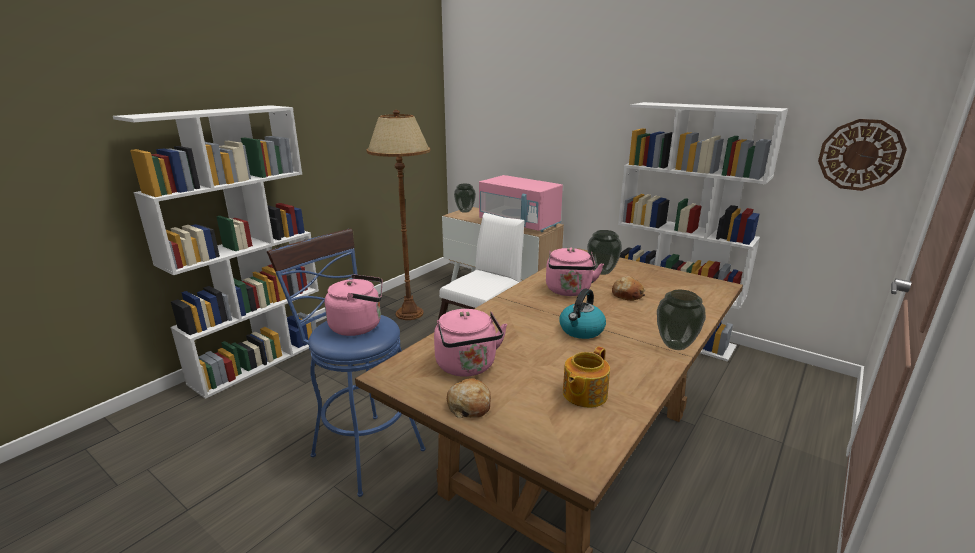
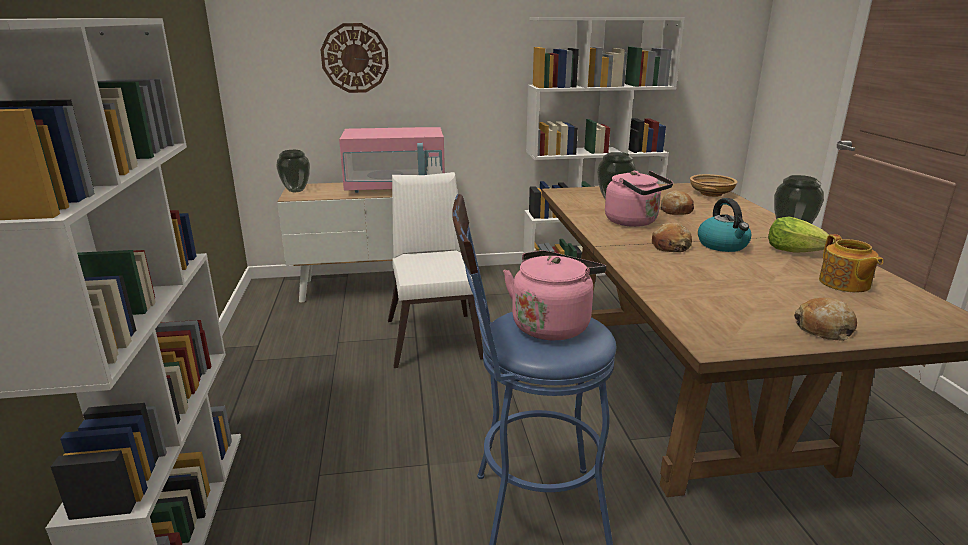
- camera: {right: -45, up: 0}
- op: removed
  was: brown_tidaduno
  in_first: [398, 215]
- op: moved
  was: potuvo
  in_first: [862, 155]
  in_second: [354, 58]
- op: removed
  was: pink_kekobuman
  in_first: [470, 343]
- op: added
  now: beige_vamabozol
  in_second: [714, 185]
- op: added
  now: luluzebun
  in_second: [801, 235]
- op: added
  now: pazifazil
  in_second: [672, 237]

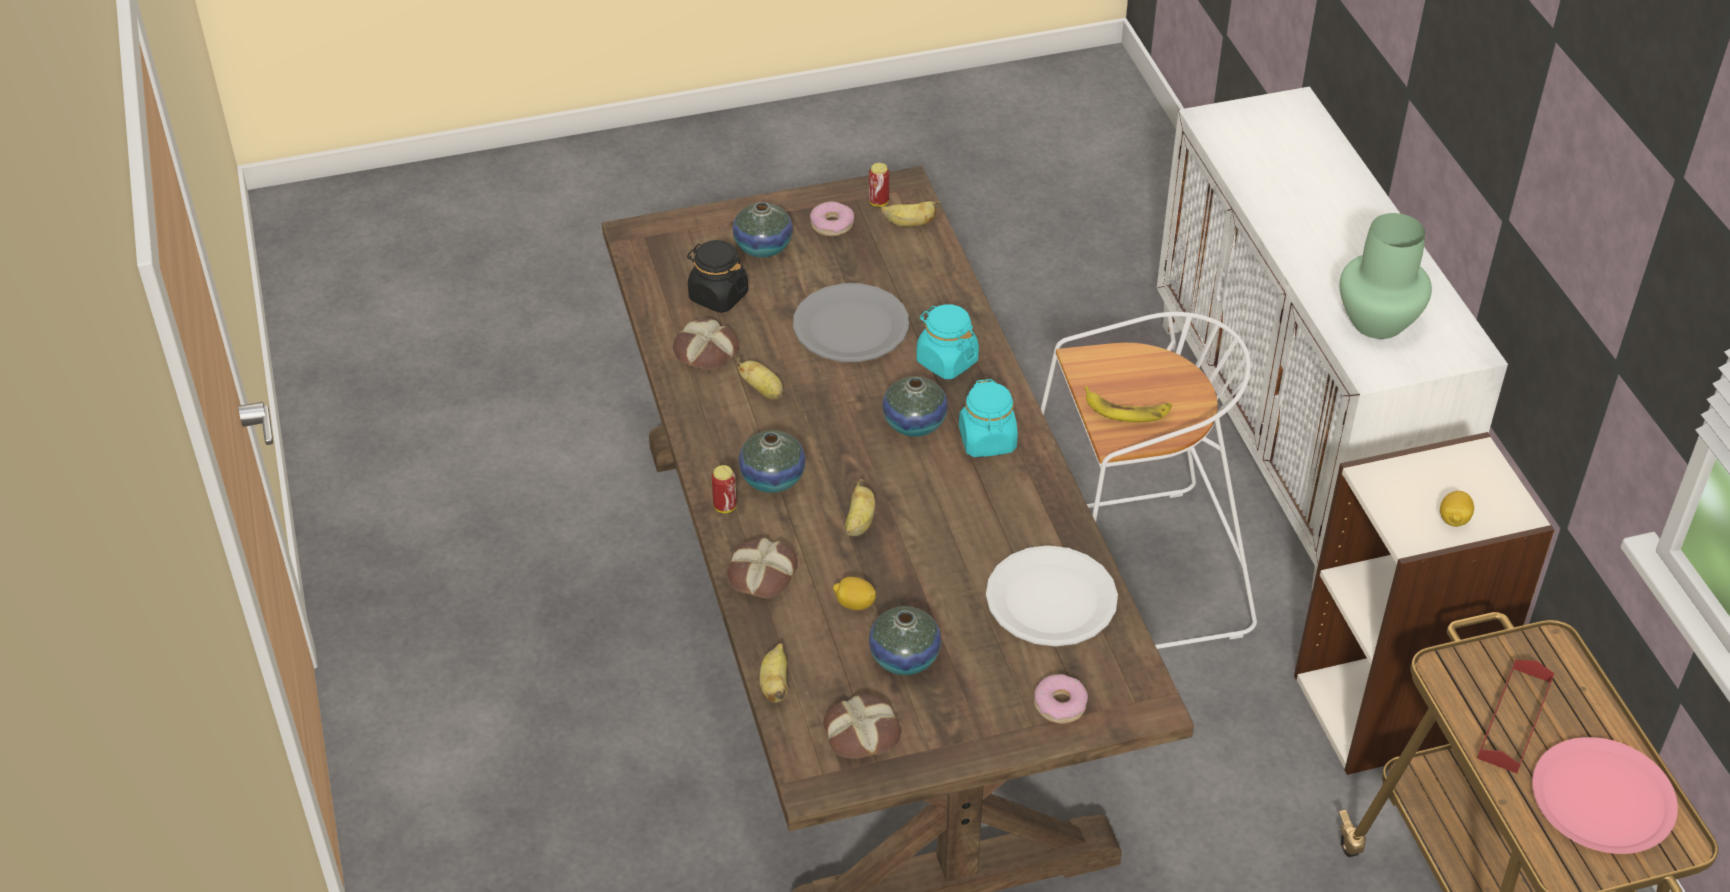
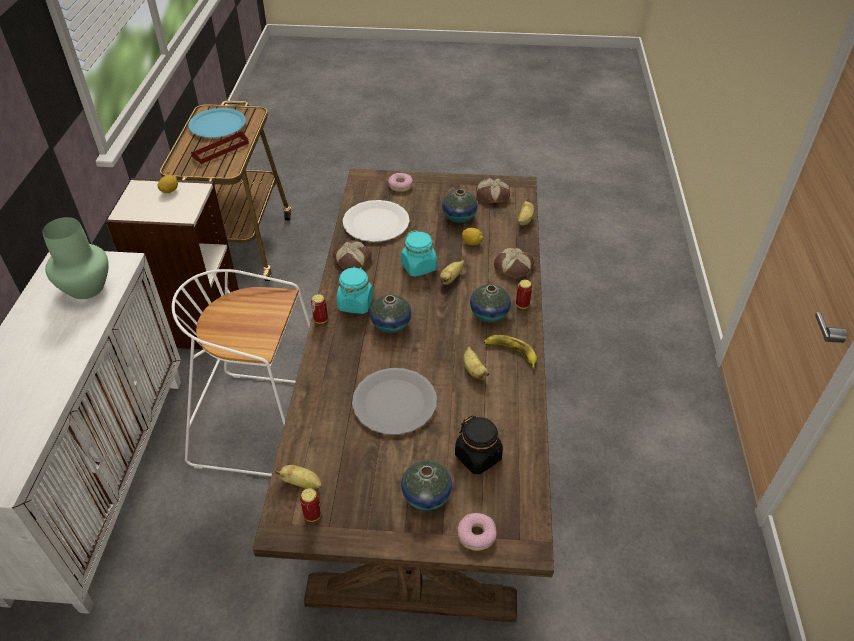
- camera: {right: -160, up: 0}
- op: moved
  was: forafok
  in_first: [832, 218]
  in_second: [477, 532]
- op: moved
  was: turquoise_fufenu
  in_first: [947, 341]
  in_second: [419, 253]
- op: moved
  was: pazifazil
  in_first: [706, 344]
  in_second: [352, 255]
- op: moved
  was: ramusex
  in_first: [1128, 404]
  in_second: [510, 352]
- op: recoloured
  was: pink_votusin
  now: blue_votusin
  in_first: [1605, 795]
  in_second: [217, 123]
- op: added
  now: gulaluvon
  in_second: [319, 309]

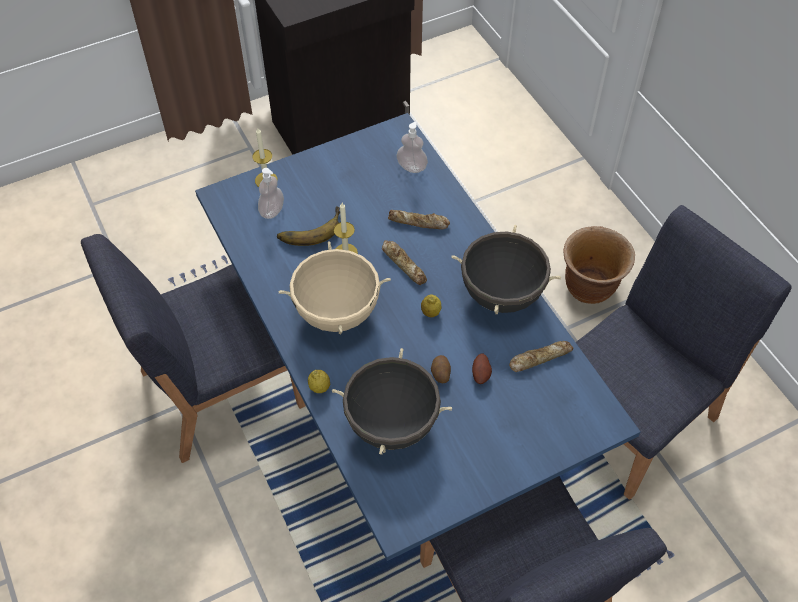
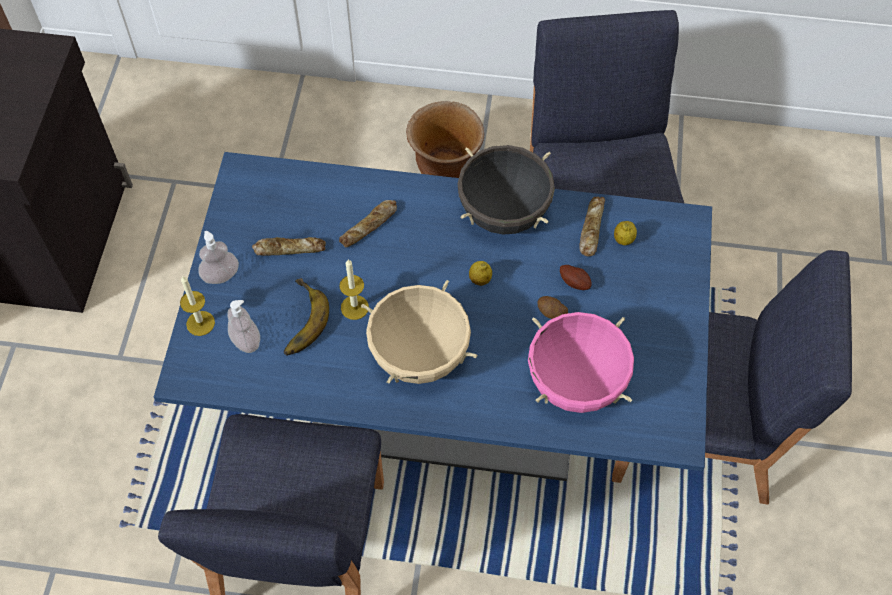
- camera: {right: -55, up: 5}
- op: moved
  was: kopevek
  in_first: [412, 147]
  in_second: [218, 257]
- op: moved
  was: pazifazil
  in_first: [404, 262]
  in_second: [289, 246]
- op: recoloured
  was: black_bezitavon
  now: pink_bezitavon
  in_first: [392, 401]
  in_second: [581, 362]
- op: moved
  was: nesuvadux
  in_first: [319, 381]
  in_second: [625, 233]

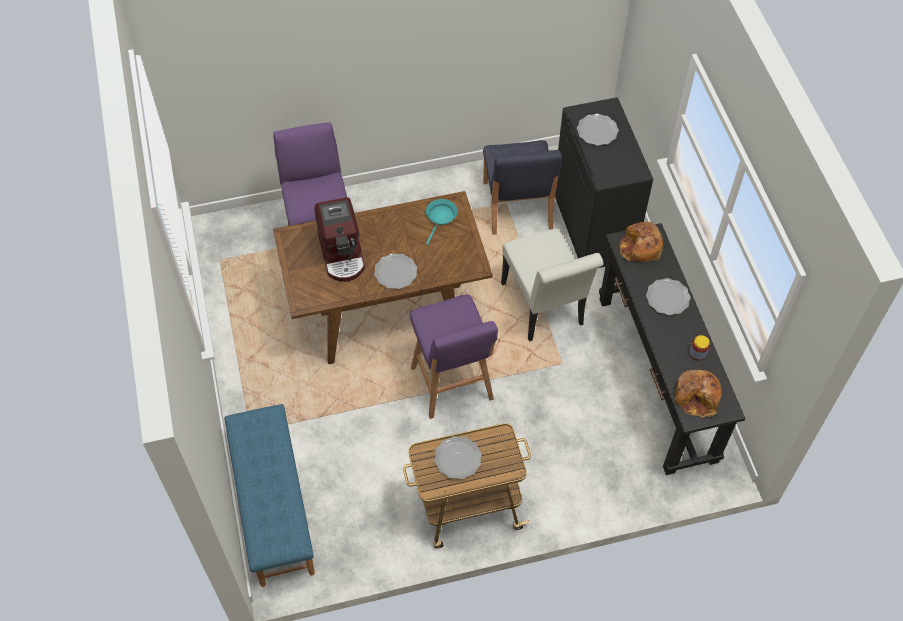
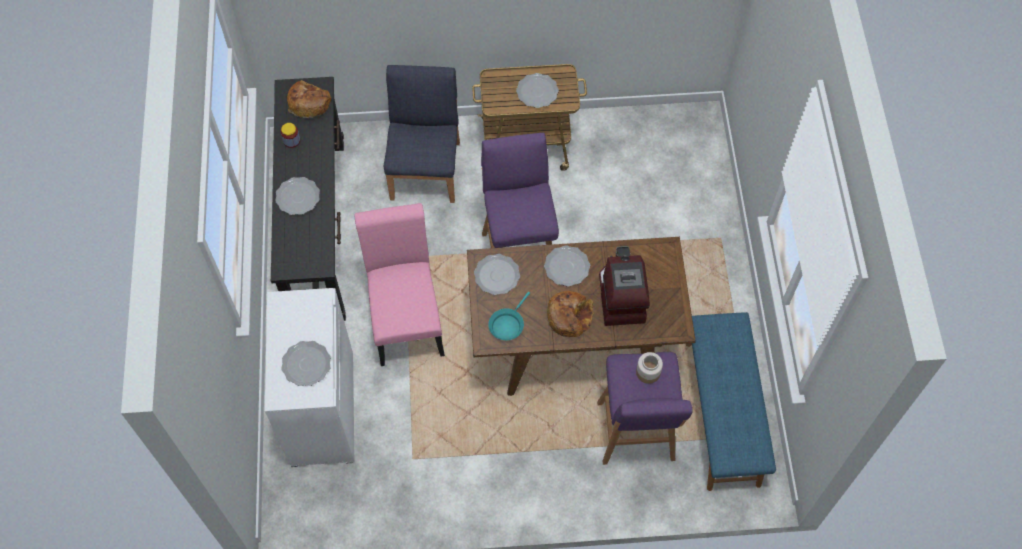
- camera: {right: -170, up: 5}
- op: recoloured
  was: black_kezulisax
  now: white_kezulisax
  in_first: [604, 182]
  in_second: [309, 377]
- op: moved
  was: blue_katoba
  in_first: [522, 187]
  in_second: [422, 134]
- op: moved
  was: pazifazil
  in_first: [641, 241]
  in_second: [570, 314]
- op: recoloured
  was: white_katoba
  now: pink_katoba
  in_first: [552, 285]
  in_second: [400, 284]
- op: moved
  was: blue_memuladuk
  in_first: [269, 495]
  in_second: [731, 401]
- op: added
  now: votusin
  in_second: [497, 274]
- op: added
  now: fufenu
  in_second: [649, 368]

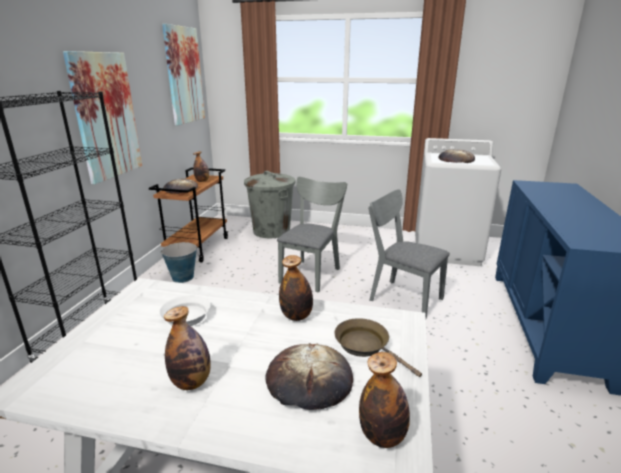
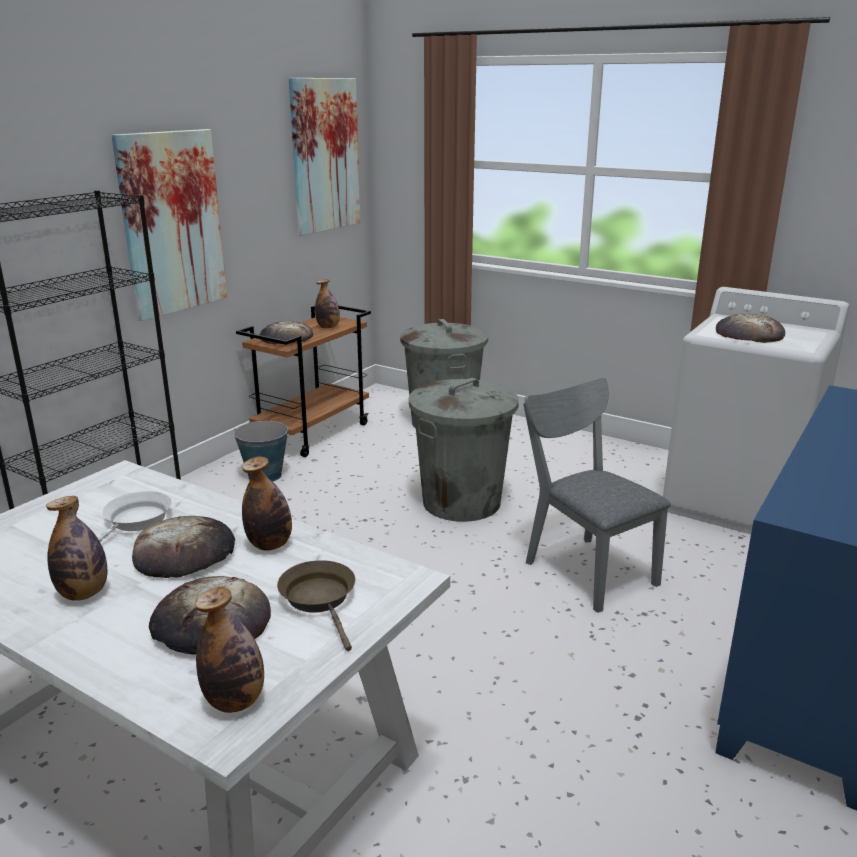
- camera: {right: 20, up: 0}
- op: replaced
  was: grey_katoba
  now: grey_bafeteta
  in_first: [312, 235]
  in_second: [464, 450]
- op: added
  now: pazifazil
  in_second: [183, 547]

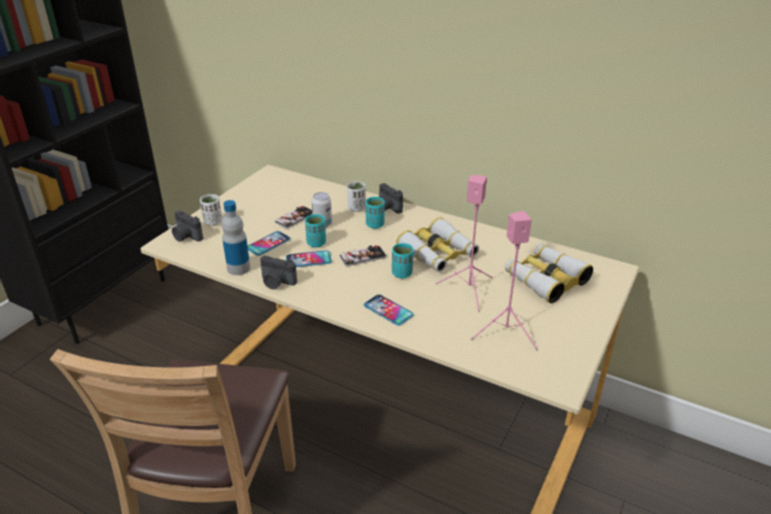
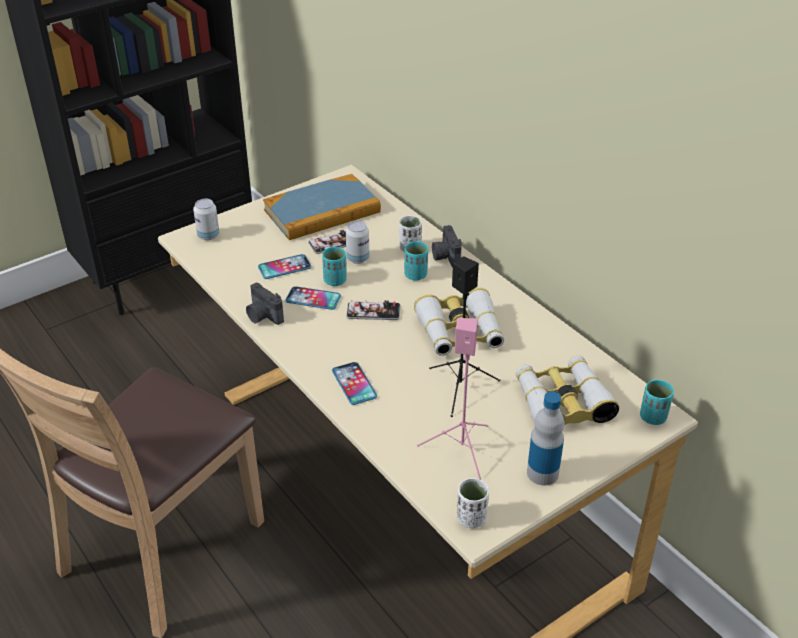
- camera: {right: 25, up: 5}
- op: recoloured
  was: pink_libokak
  now: black_libokak
  in_first: [464, 243]
  in_second: [464, 336]
- op: moved
  was: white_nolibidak
  in_first: [211, 210]
  in_second: [473, 503]
- op: moved
  was: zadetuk
  in_first: [236, 237]
  in_second: [546, 438]
- op: replaced
  was: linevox
  now: gulaluvon
  in_first: [187, 226]
  in_second: [206, 219]
- op: moved
  was: turquoise_nolibidak
  in_first: [403, 260]
  in_second: [657, 402]
- op: added
  now: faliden
  in_second: [322, 207]

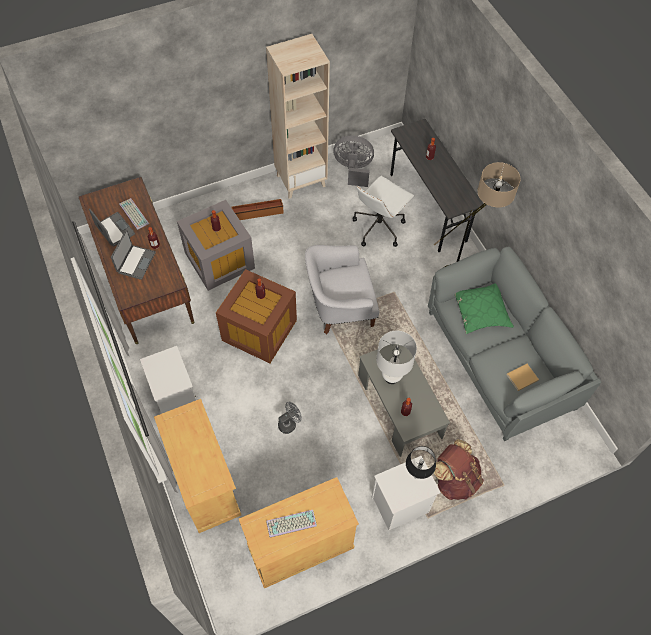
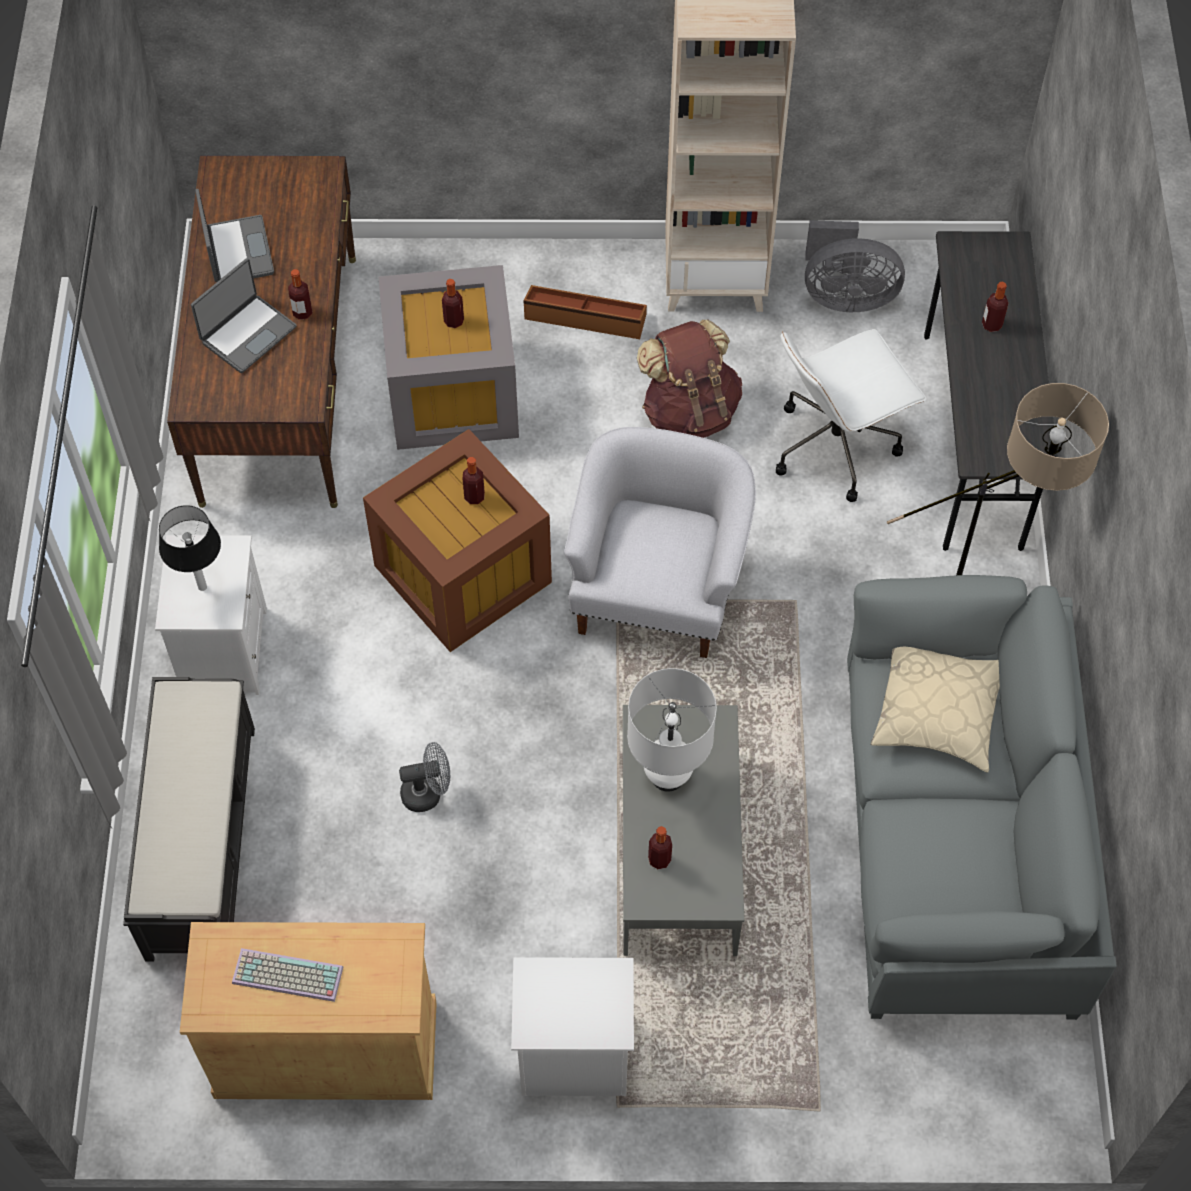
- camera: {right: 25, up: 0}
- op: turned
  was: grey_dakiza
  in_first: [353, 161]
  in_second: [855, 266]
  clockwise: 150
- op: removed
  was: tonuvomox
  in_first: [134, 214]
- op: turned
  was: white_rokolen
  in_first: [342, 289]
  in_second: [660, 542]
  clockwise: 90
- op: recoloured
  was: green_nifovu
  now: beige_nifovu
  in_first: [484, 308]
  in_second: [935, 709]
- op: removed
  was: beige_faliden
  in_first: [523, 377]
- op: replaced
  was: beige_kezulisax
  now: black_memuladuk
  in_first: [197, 466]
  in_second: [189, 819]
- op: moved
  was: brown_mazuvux
  in_first: [459, 469]
  in_second: [689, 378]
- op: moved
  was: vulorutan
  in_first: [421, 462]
  in_second: [190, 548]

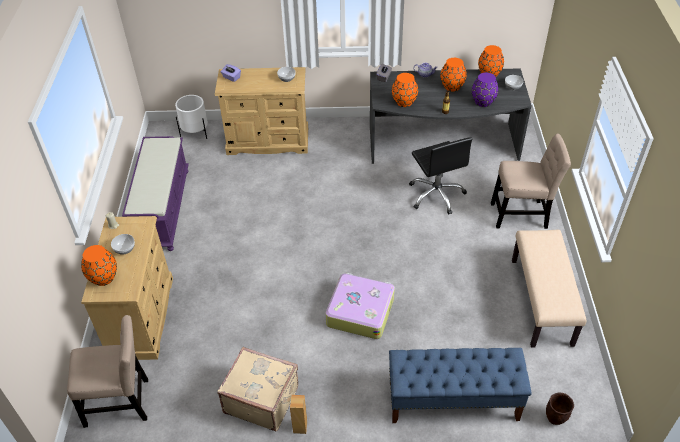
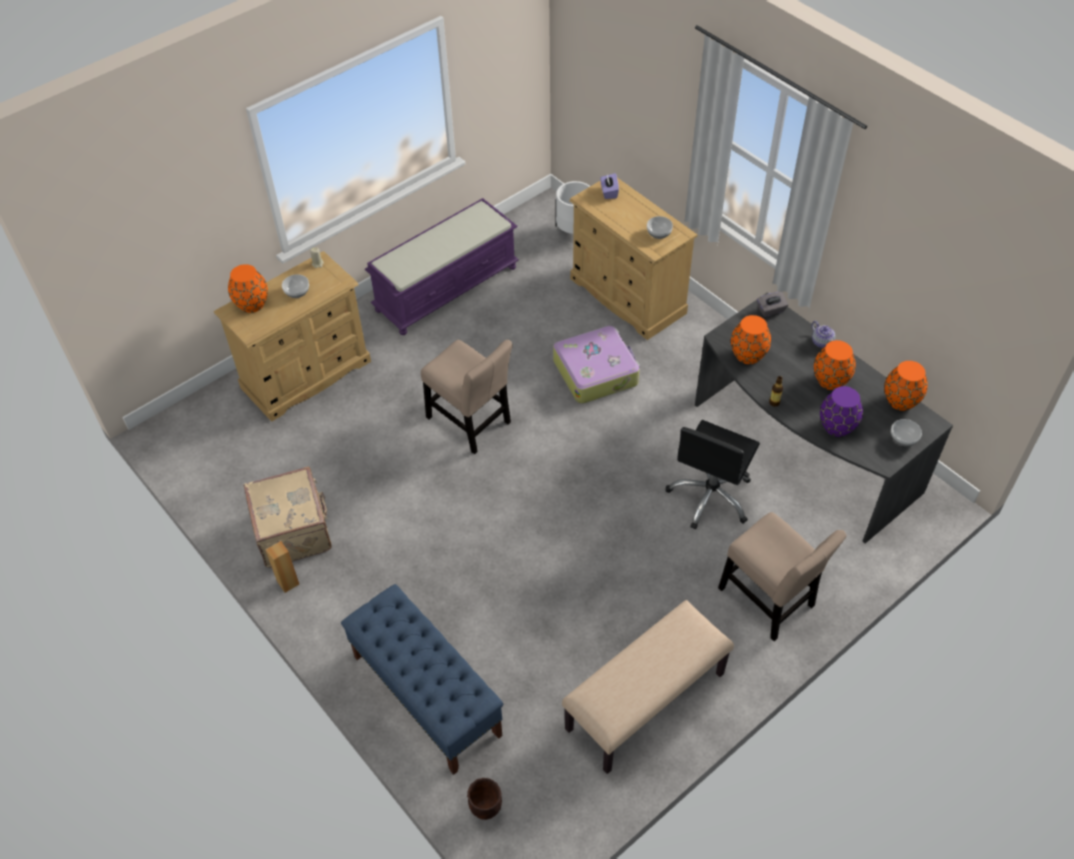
- camera: {right: 50, up: 5}
- op: moved
  was: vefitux
  in_first: [360, 306]
  in_second: [596, 365]
- op: moved
  was: beige_katoba
  in_first: [107, 371]
  in_second: [467, 397]

